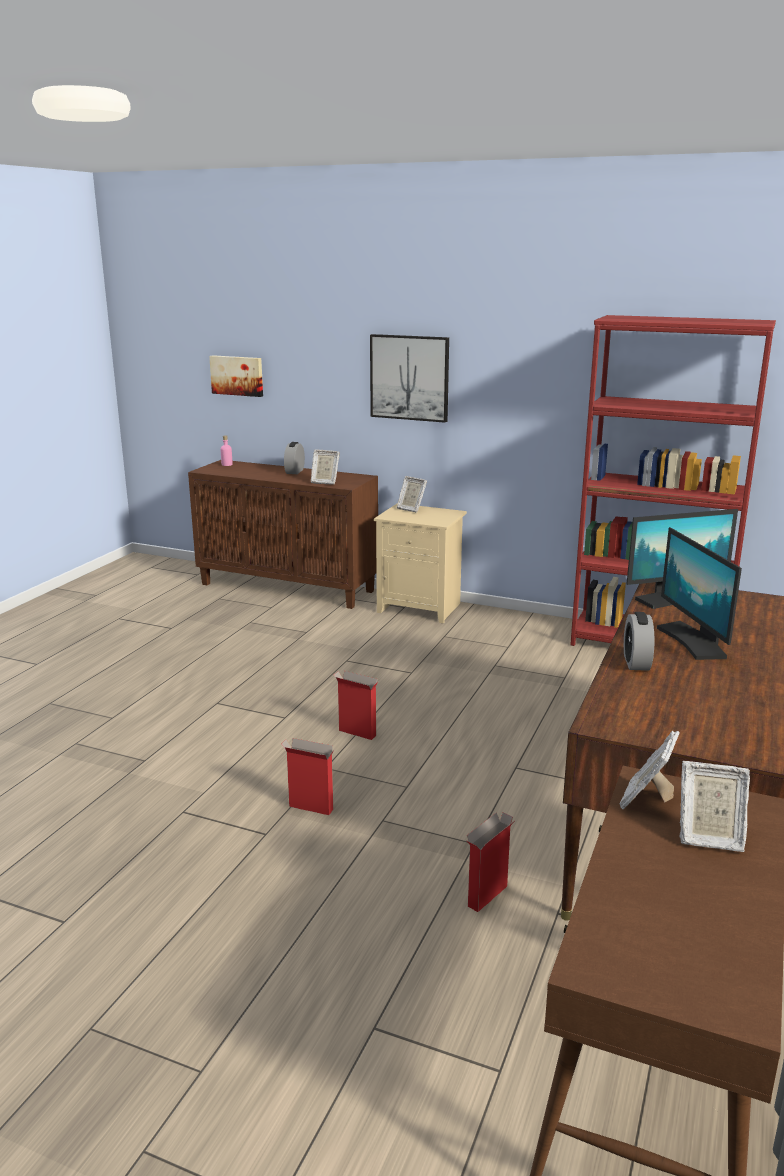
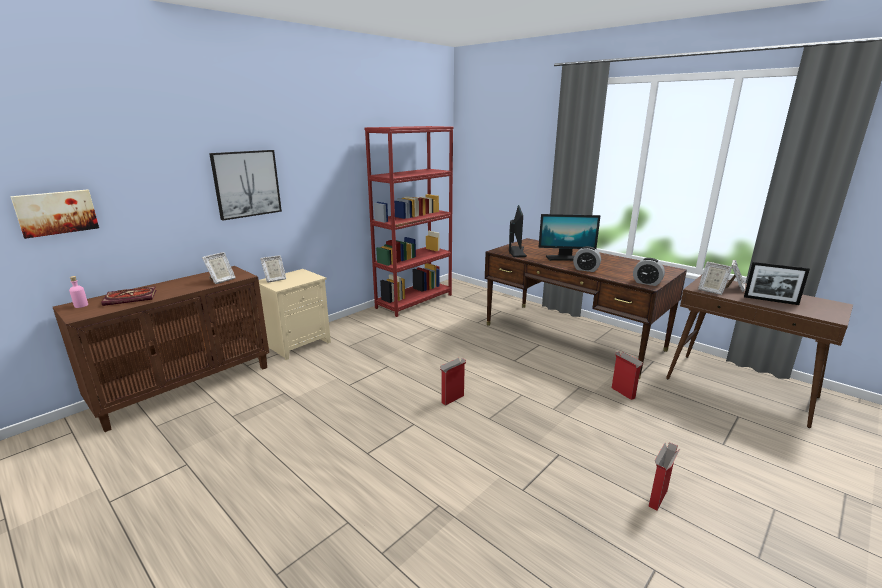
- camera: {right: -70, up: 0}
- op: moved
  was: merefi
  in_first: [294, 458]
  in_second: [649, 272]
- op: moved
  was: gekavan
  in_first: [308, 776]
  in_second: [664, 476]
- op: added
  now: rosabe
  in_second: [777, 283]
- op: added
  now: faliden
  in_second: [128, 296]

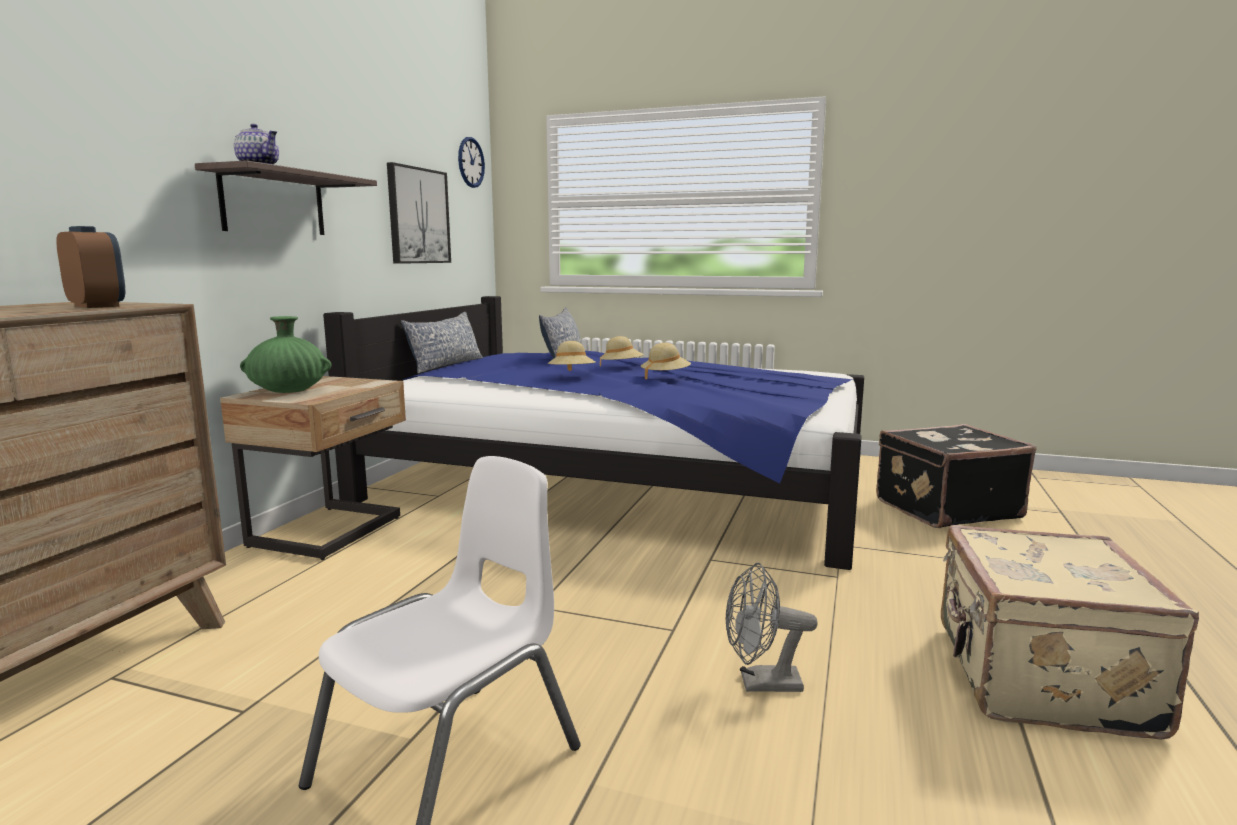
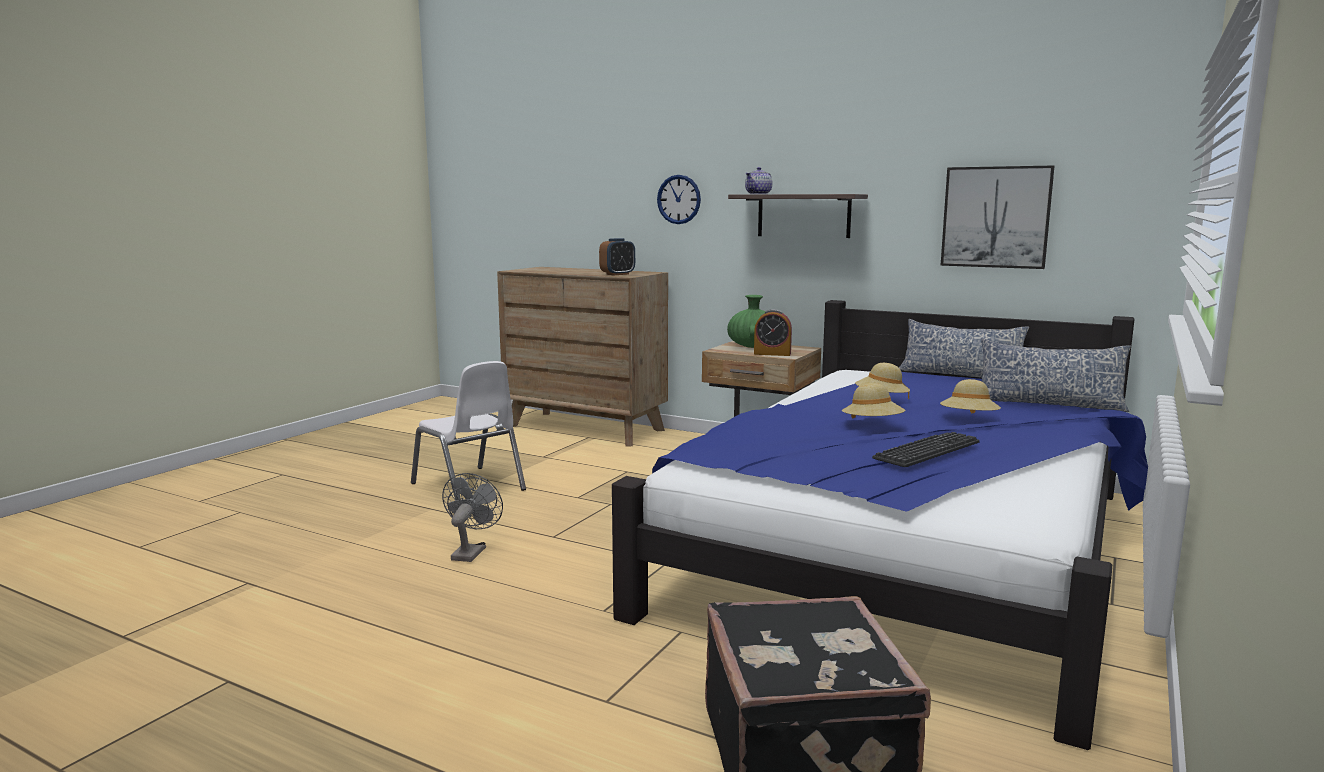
- camera: {right: 100, up: 0}
- op: moved
  was: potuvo
  in_first: [471, 162]
  in_second: [679, 199]
- op: removed
  was: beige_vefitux
  in_first: [1070, 632]
- op: added
  now: merefi
  in_second: [773, 332]
- op: added
  now: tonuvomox
  in_second: [926, 449]

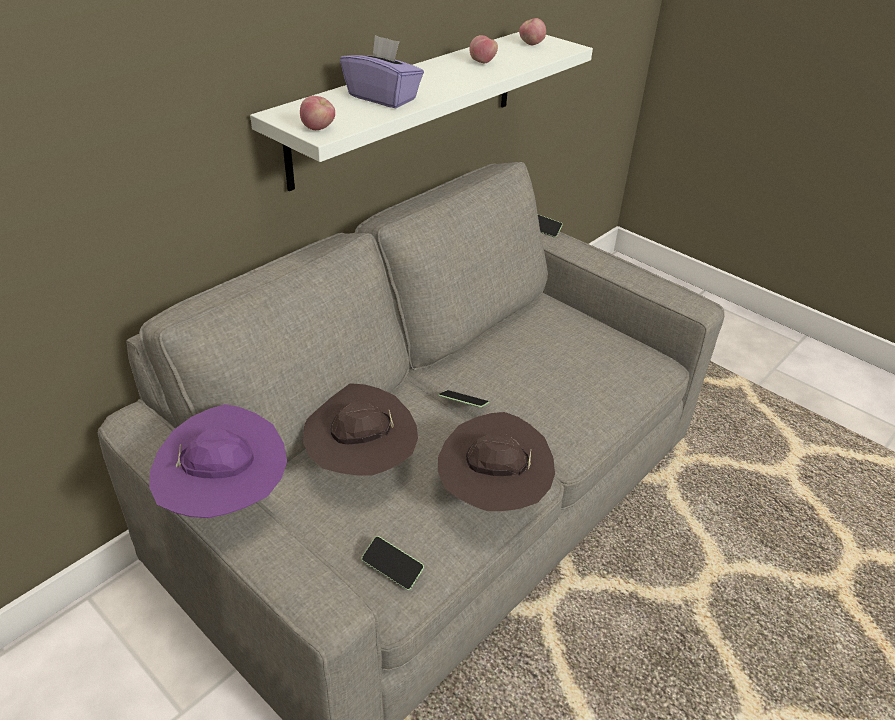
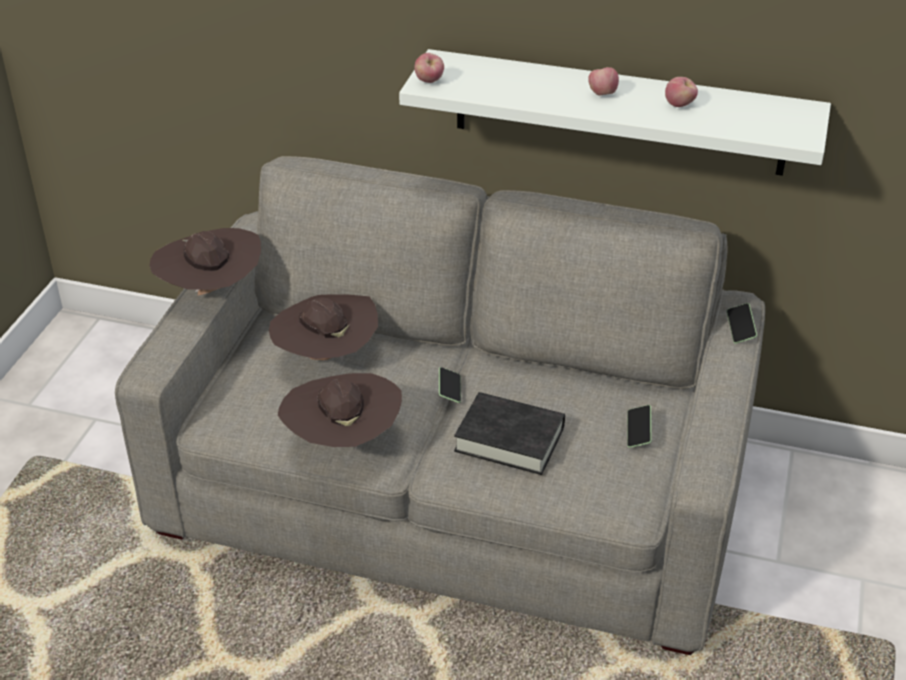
- camera: {right: 65, up: 0}
- op: moved
  was: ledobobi
  in_first: [532, 31]
  in_second: [603, 81]
- op: removed
  was: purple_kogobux
  in_first: [382, 71]
- op: recoloured
  was: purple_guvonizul
  now: brown_guvonizul
  in_first: [218, 461]
  in_second: [205, 262]
- op: moved
  was: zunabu
  in_first: [392, 563]
  in_second: [639, 426]
- op: added
  now: black_faliden
  in_second: [509, 433]

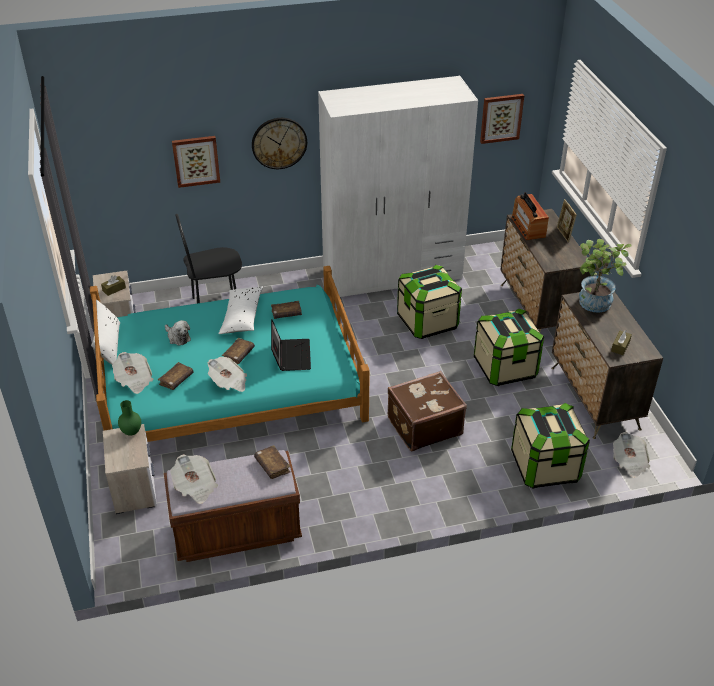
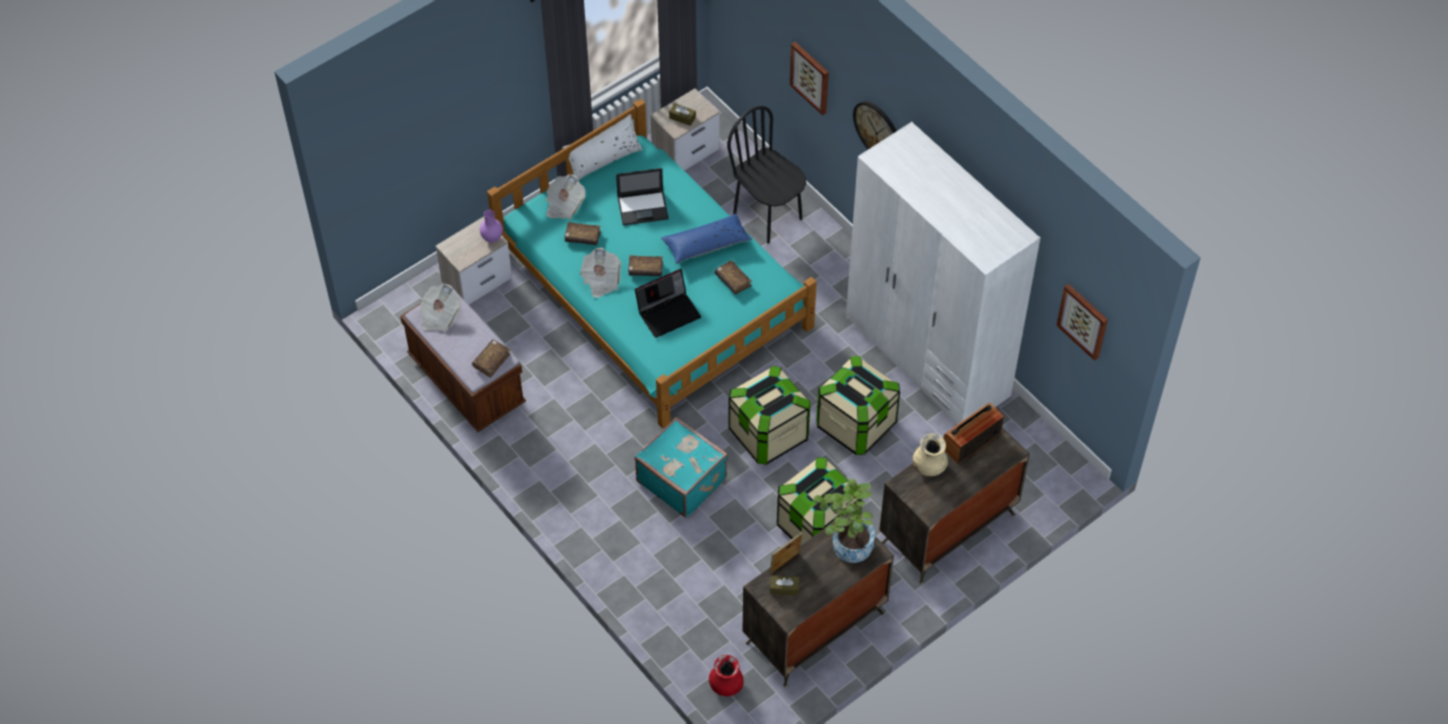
- camera: {right: 65, up: 15}
- op: moved
  was: rosabe
  in_first: [567, 221]
  in_second: [786, 553]
- op: recoloured
  was: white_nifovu
  now: blue_nifovu
  in_first: [240, 310]
  in_second: [706, 239]
- op: replaced
  was: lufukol
  now: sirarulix
  in_first: [178, 332]
  in_second: [642, 197]
- op: recoloured
  was: brown_vefitux
  now: turquoise_vefitux
  in_first: [427, 411]
  in_second: [681, 467]
- op: recoloured
  was: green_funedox
  now: purple_funedox
  in_first: [129, 418]
  in_second: [491, 226]
- op: moved
  was: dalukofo
  in_first: [550, 445]
  in_second: [769, 415]
- op: replaced
  was: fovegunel
  now: red_funedox
  in_first: [631, 455]
  in_second: [726, 675]
- op: added
  now: beige_funedox
  in_second: [930, 454]

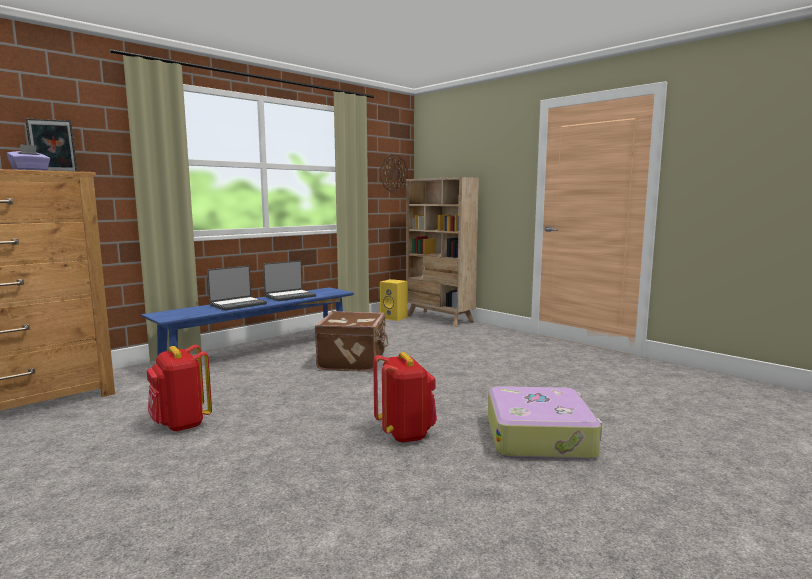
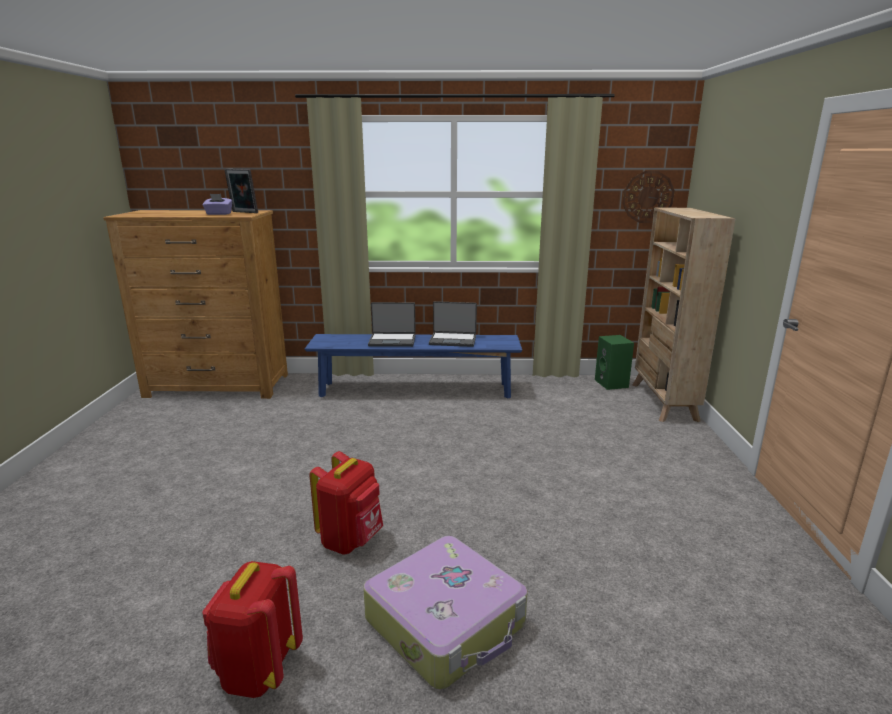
- camera: {right: 45, up: 10}
- op: recoloured
  was: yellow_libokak
  now: green_libokak
  in_first: [394, 300]
  in_second: [614, 362]
- op: removed
  was: brown_vefitux
  in_first: [351, 341]
- op: moved
  was: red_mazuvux
  in_first: [179, 388]
  in_second: [252, 629]

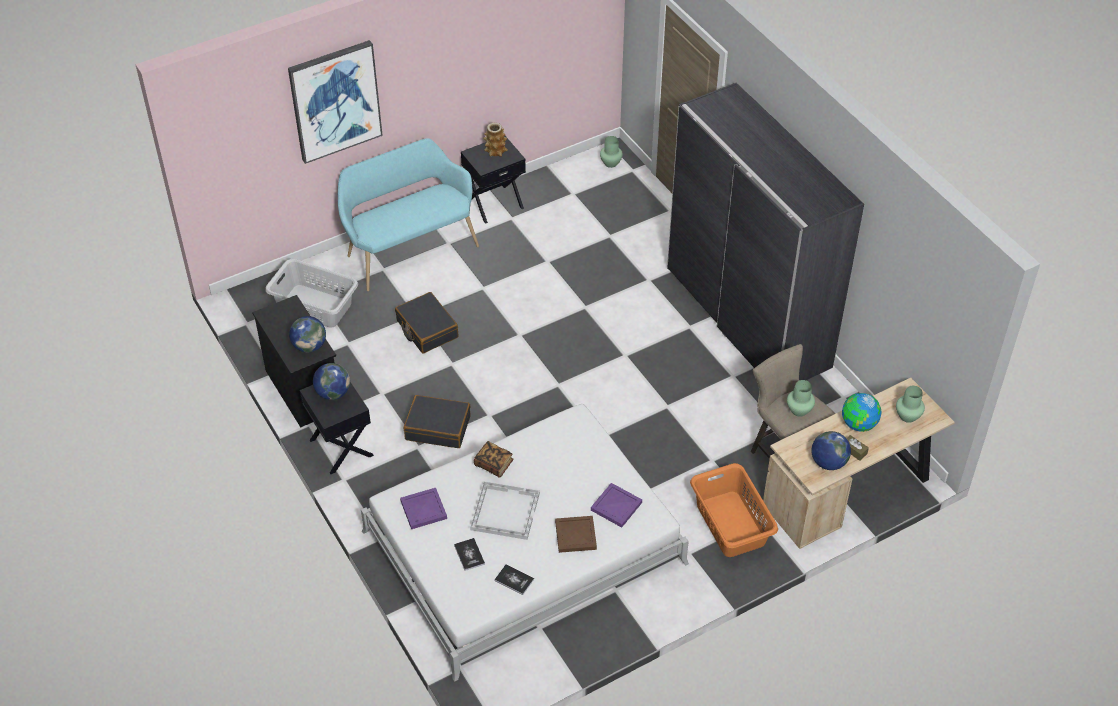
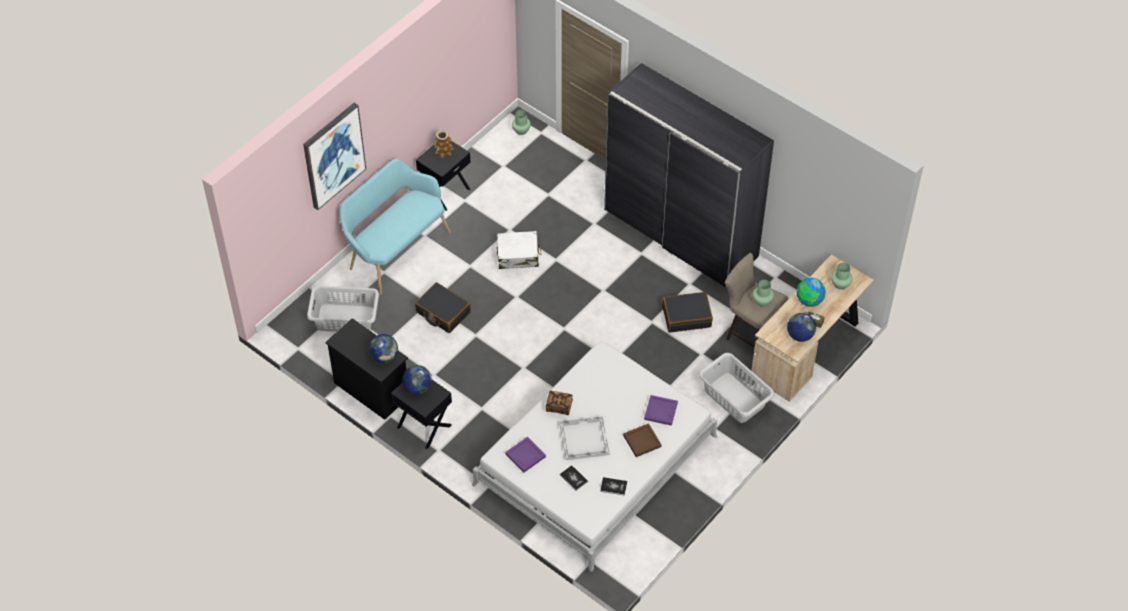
- camera: {right: -20, up: 5}
- op: moved
  was: black_vefitux
  in_first: [437, 421]
  in_second: [687, 312]
- op: recoloured
  was: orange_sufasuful
  now: grey_sufasuful
  in_first: [734, 510]
  in_second: [737, 388]
- op: added
  now: white_vefitux
  in_second: [519, 250]

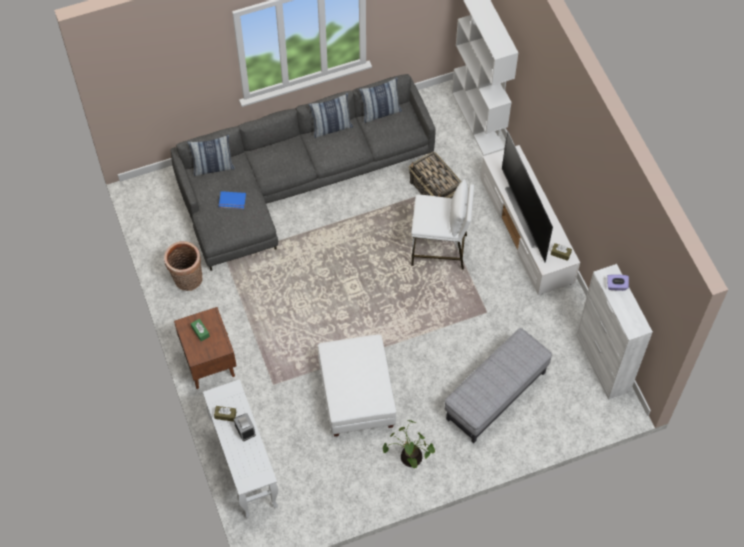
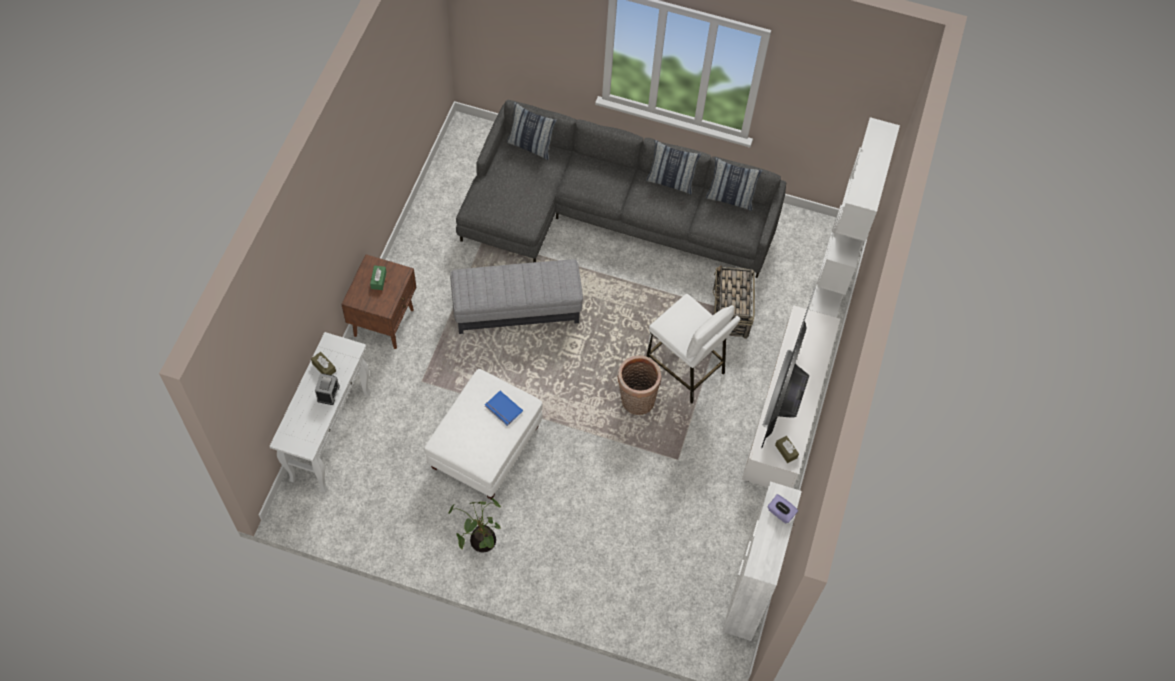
- camera: {right: 35, up: 0}
- op: moved
  was: blue_faliden
  in_first: [232, 200]
  in_second: [504, 408]
- op: moved
  was: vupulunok
  in_first: [183, 266]
  in_second: [639, 385]
- op: moved
  was: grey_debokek
  in_first: [498, 385]
  in_second: [516, 296]

